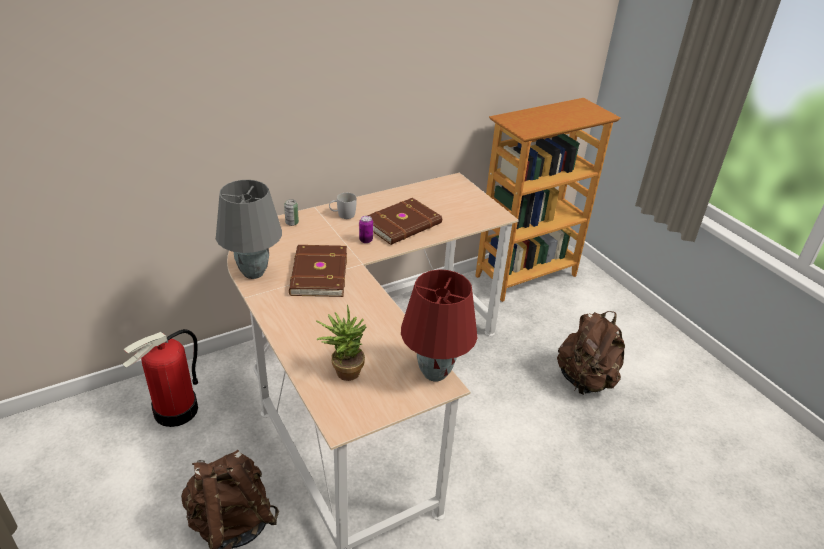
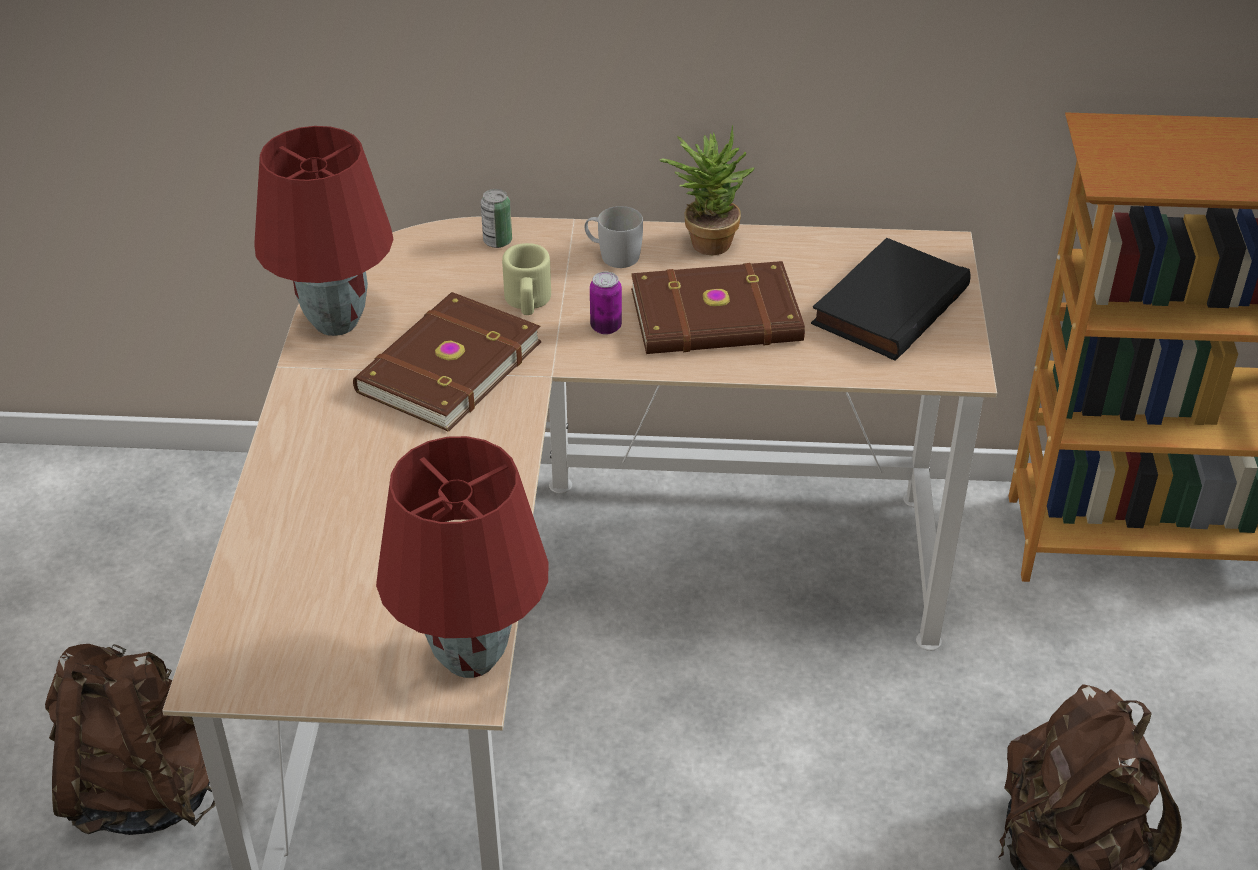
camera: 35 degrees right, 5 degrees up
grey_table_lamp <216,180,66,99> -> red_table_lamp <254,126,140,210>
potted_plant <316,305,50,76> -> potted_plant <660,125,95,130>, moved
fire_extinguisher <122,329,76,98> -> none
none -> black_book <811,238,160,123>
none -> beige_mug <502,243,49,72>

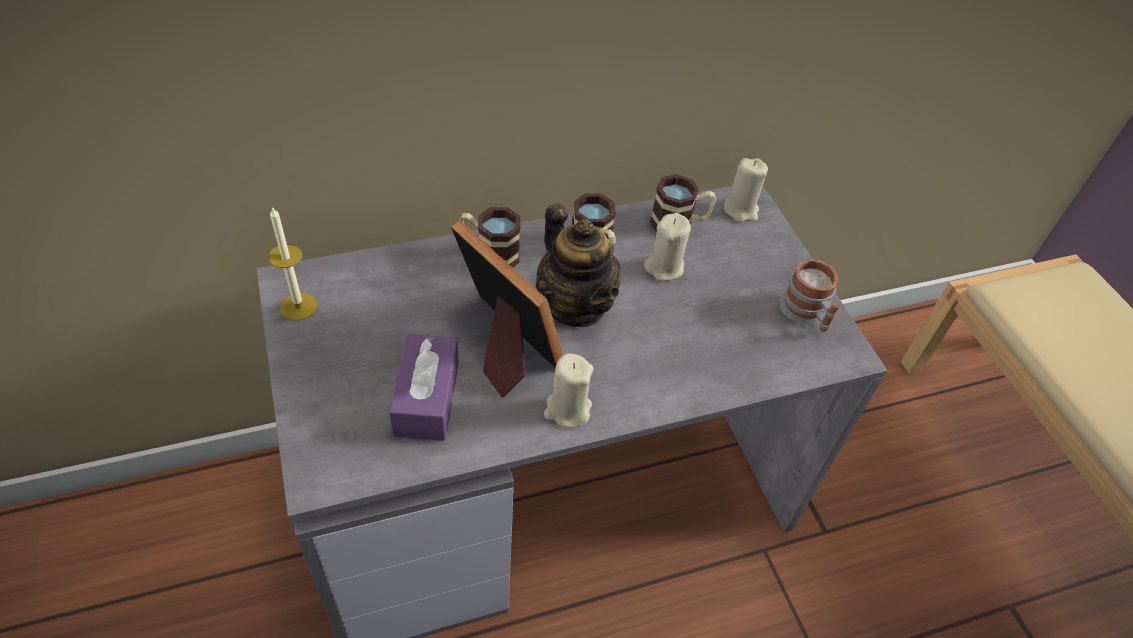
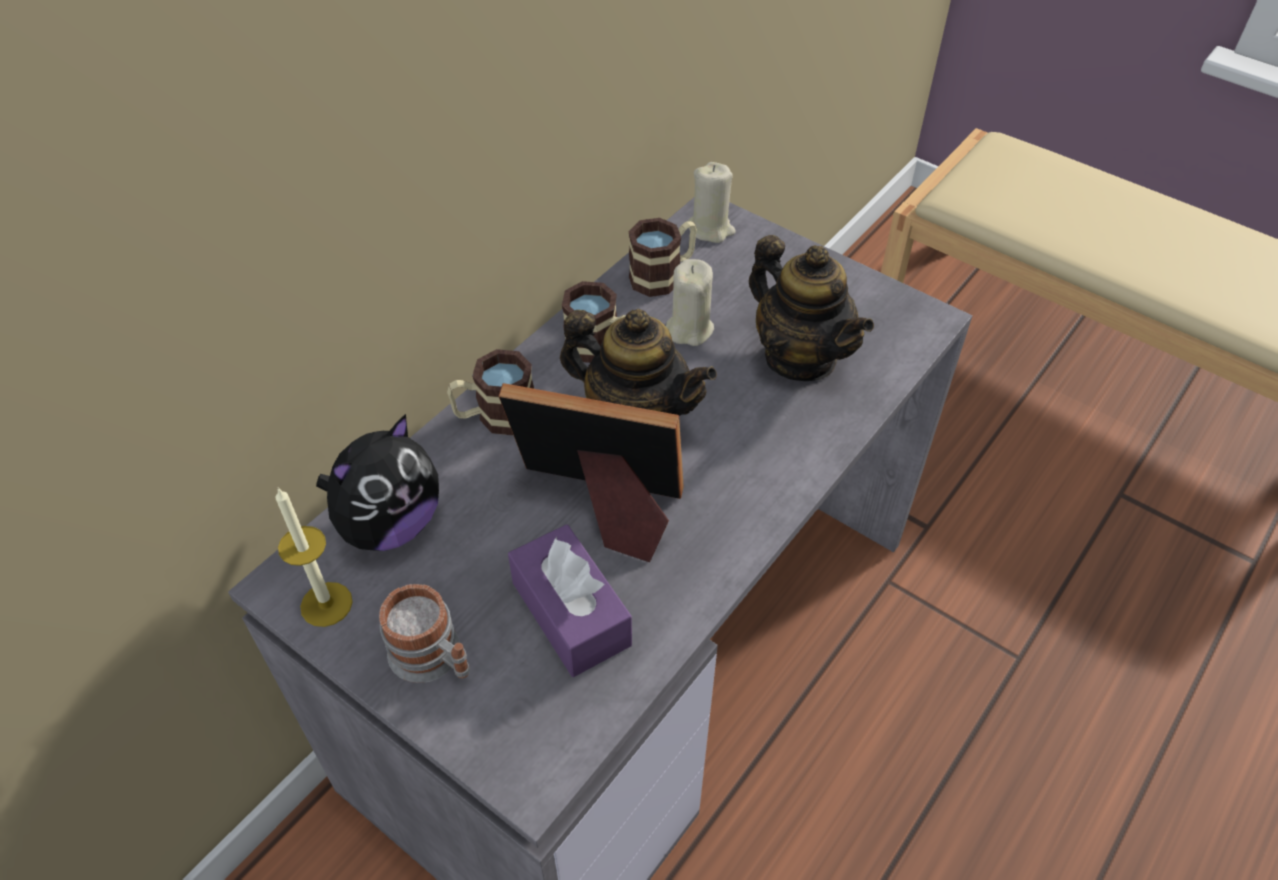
camera: 30 degrees left, 0 degrees up
mug <780,259,60,73> -> mug <379,584,91,99>, moved
beige_candle <544,353,50,75> -> none
none -> teapot <749,235,125,146>
none -> plush_toy <316,414,123,137>

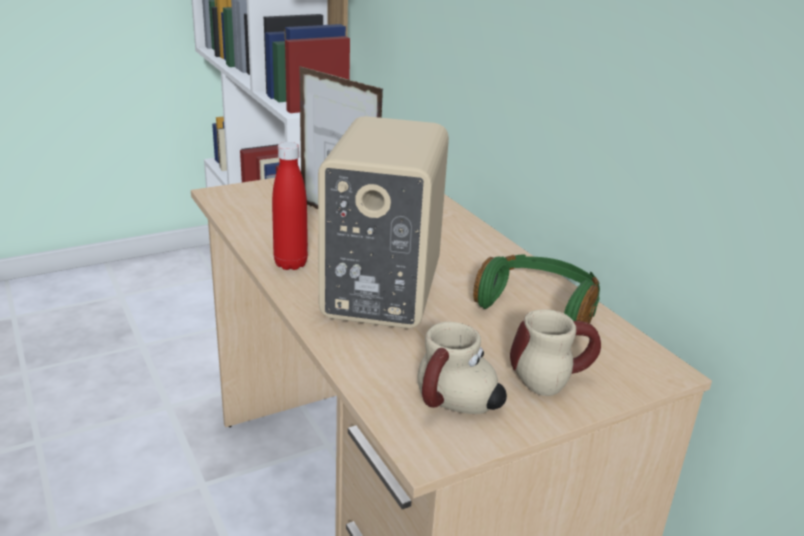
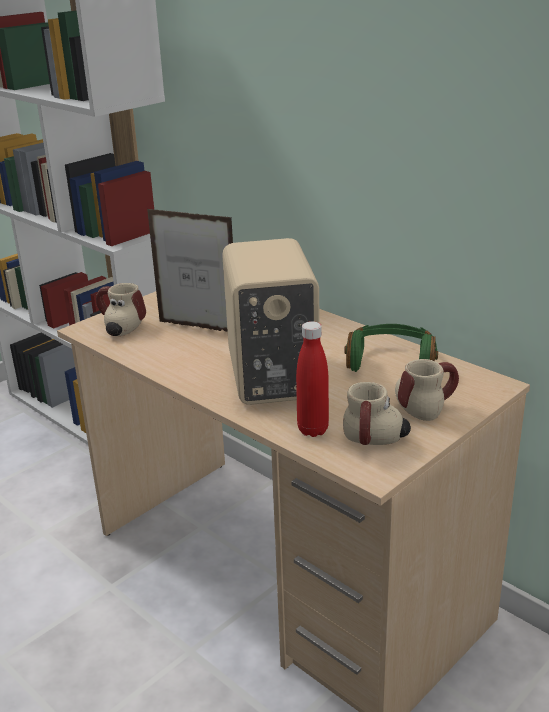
camera: 15 degrees left, 0 degrees up
red_bottle <272,142,36,128> -> red_bottle <296,321,33,116>, moved
none -> mug <96,283,50,53>

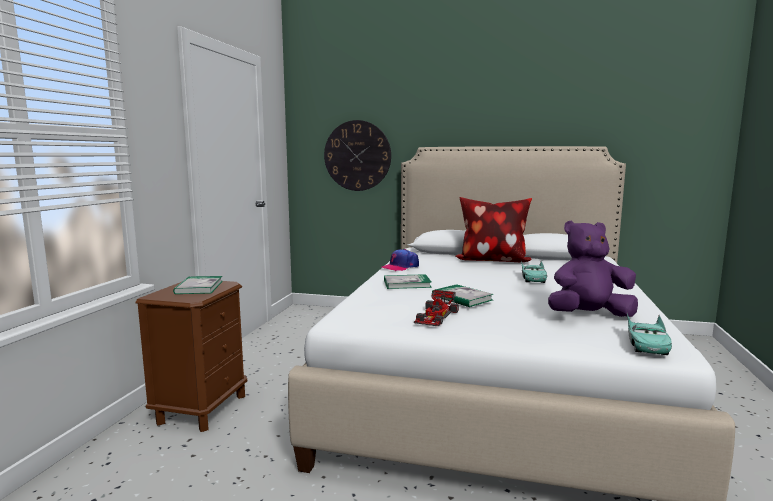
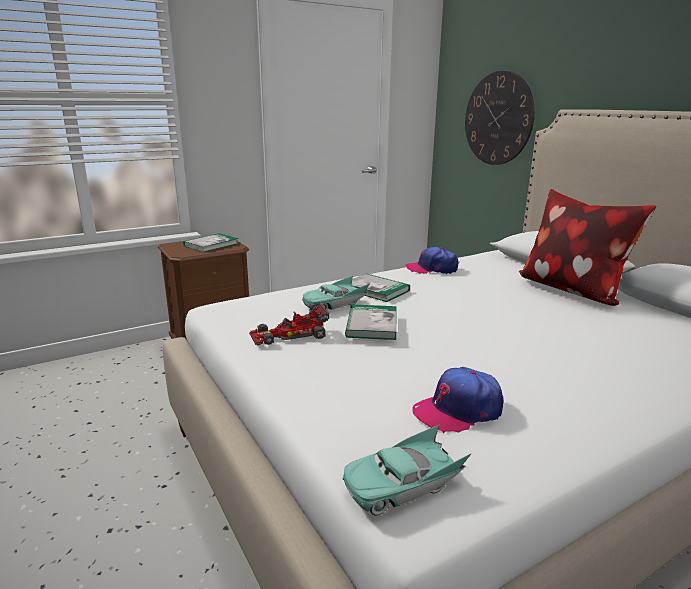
camera: 45 degrees right, 10 degrees up
purple_plush_toy <548,221,90,96> -> cap <413,367,91,66>
turquoise_toy_car <521,261,26,22> -> turquoise_toy_car <302,276,68,35>, moved

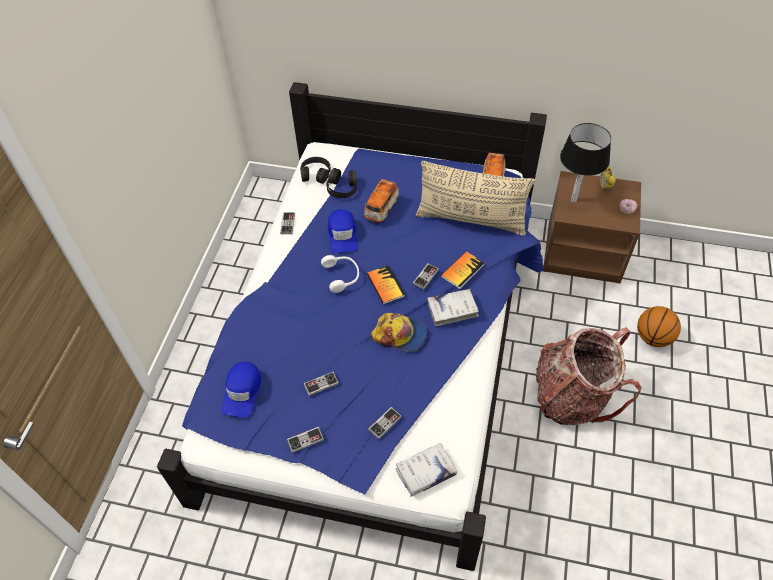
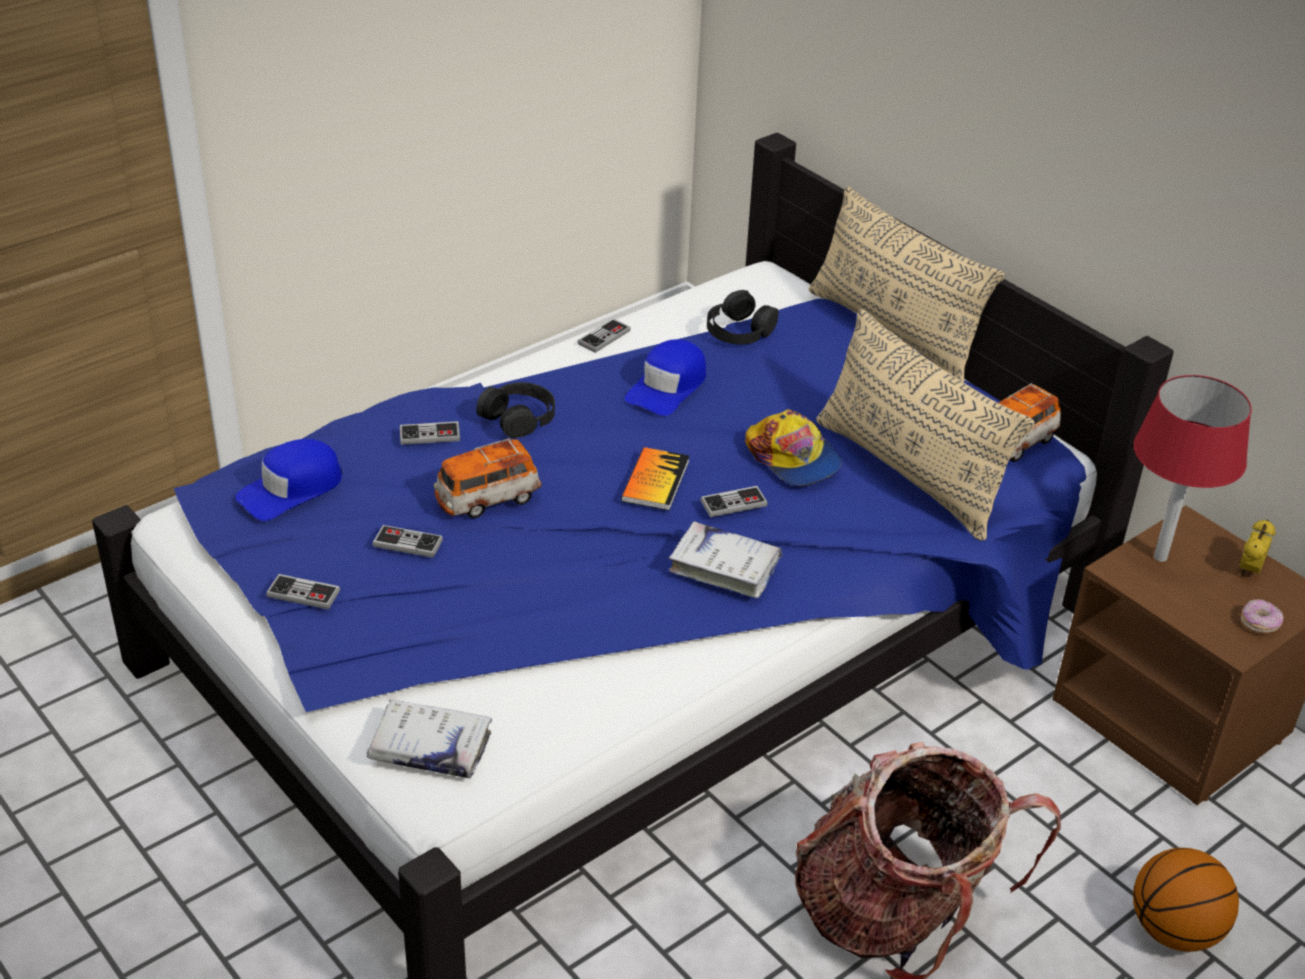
camera: 35 degrees right, 15 degrees down
black_table_lamp <560,123,51,79> -> red_table_lamp <1133,375,118,187>
black_headphones <300,157,31,27> -> black_headphones <476,382,79,56>, moved
toy_car <364,179,35,43> -> toy_car <434,438,107,80>, moved
book <441,251,43,38> -> none
white_headphones <321,255,38,38> -> none
cap <371,313,56,39> -> cap <745,409,96,77>, moved
game_controller <368,407,34,32> -> game_controller <400,421,60,24>, moved
none -> beige_pillow <809,186,196,196>

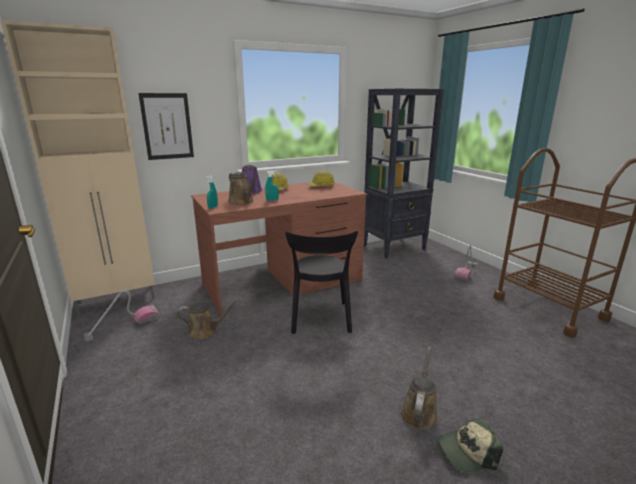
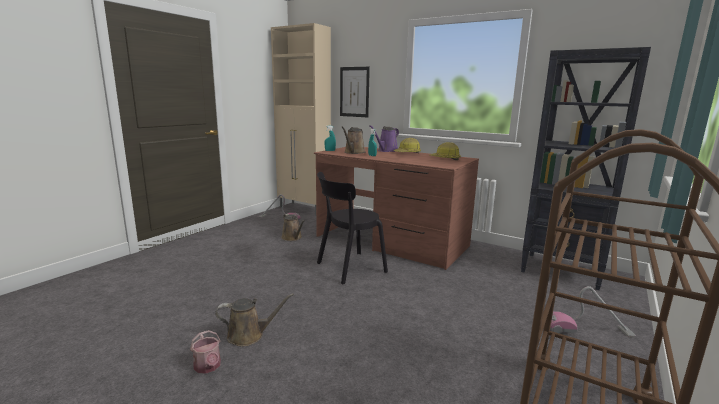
camera: 60 degrees right, 5 degrees down
cap <438,418,65,54> -> watering_can <190,330,31,44>

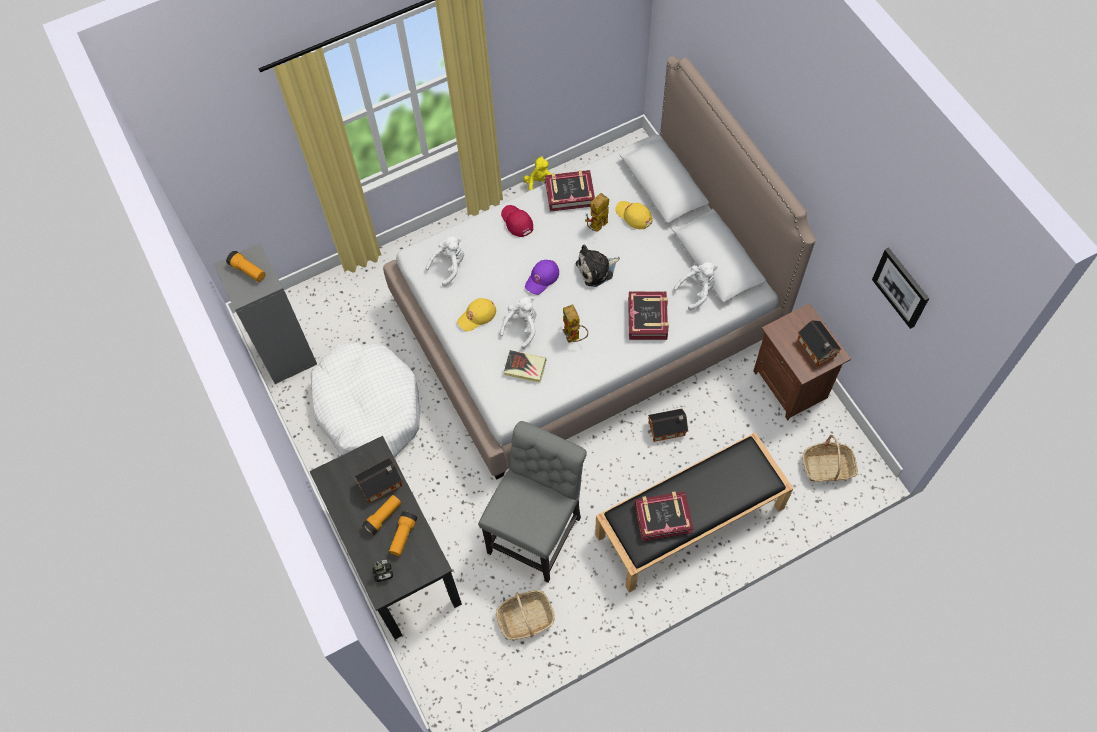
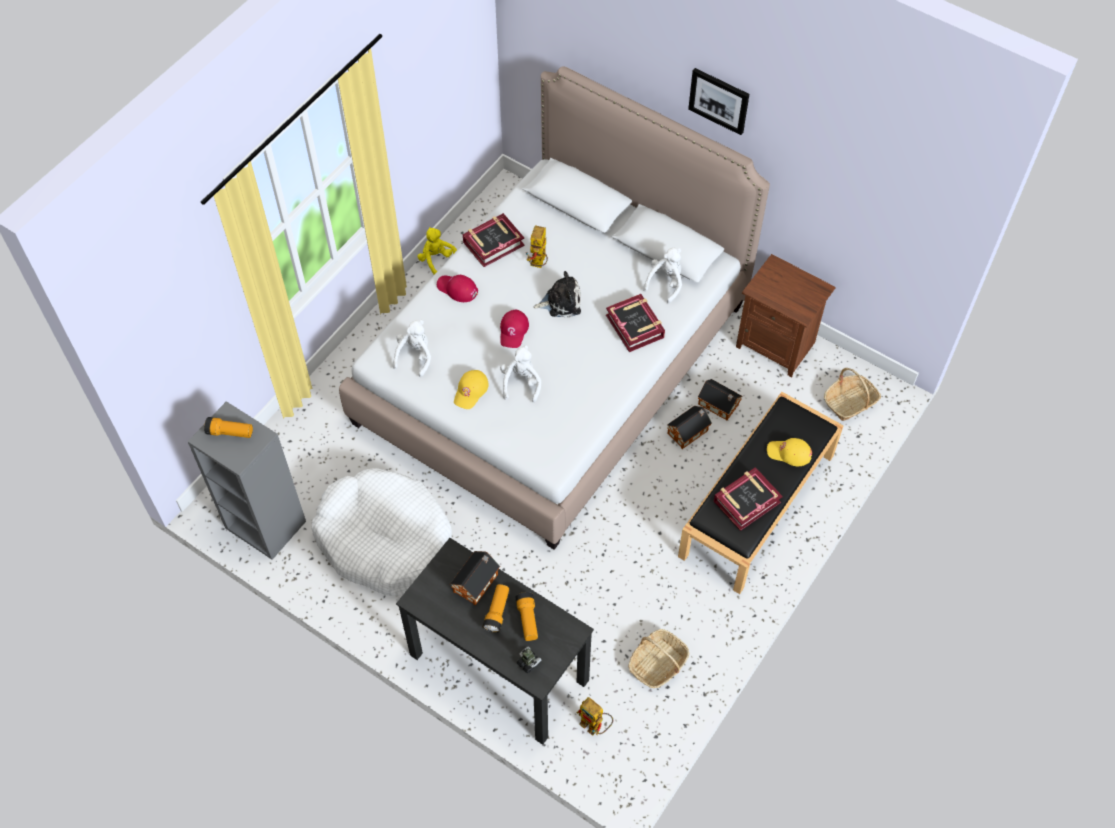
camera: 30 degrees left, 5 degrees down
yellow_cap <615,201,38,28> -> yellow_cap <767,438,45,28>, moved
plush_toy <576,245,44,42> -> plush_toy <533,271,48,47>, 135 degrees counterclockwise
picture <872,248,57,81> -> picture <688,68,61,67>, moved
purple_cap <525,260,34,35> -> red_cap <500,310,29,38>
toy_robot <563,304,25,39> -> toy_robot <576,697,37,39>, moved
toy_house <797,320,45,46> -> toy_house <698,379,45,41>, moved
book <504,350,42,33> -> none
grey_chair <478,421,109,162> -> none

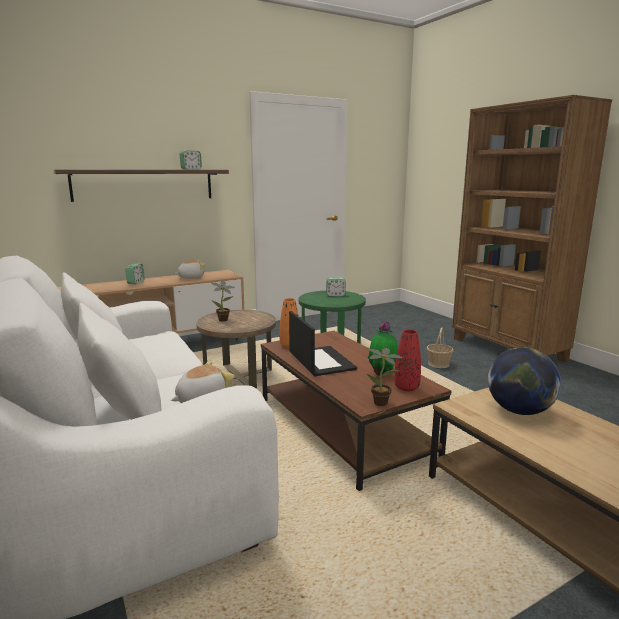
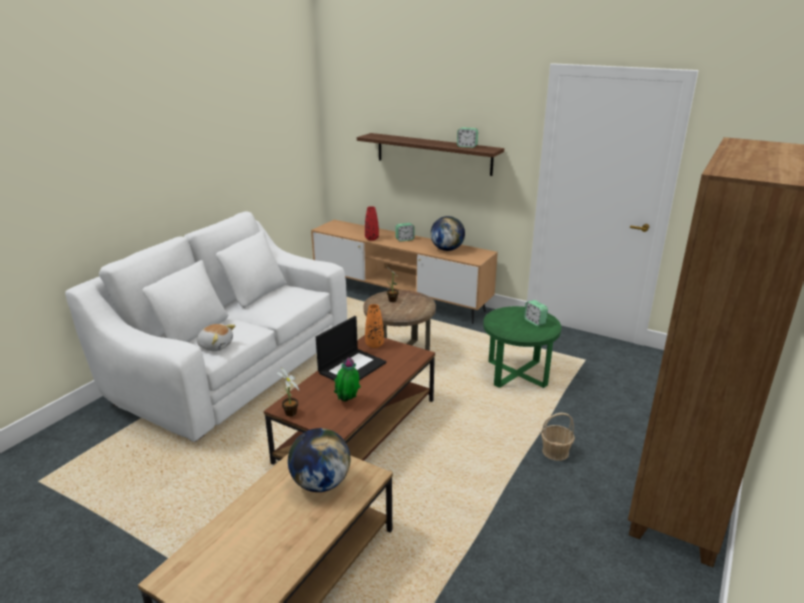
camera: 60 degrees right, 10 degrees up
plush_toy <174,260,31,19> -> globe <430,216,35,35>
red_vase <394,330,27,61> -> red_vase <365,206,14,35>, moved

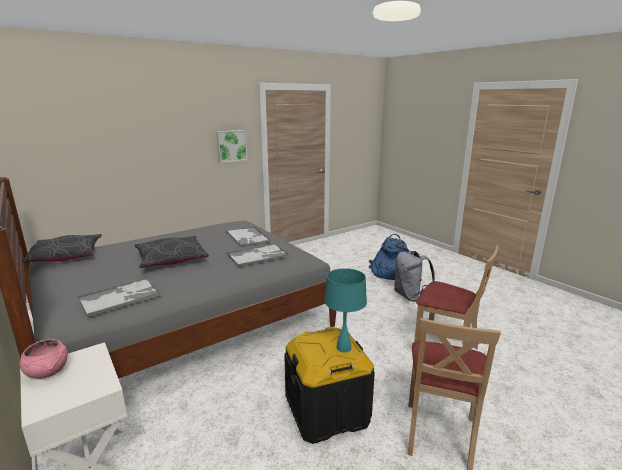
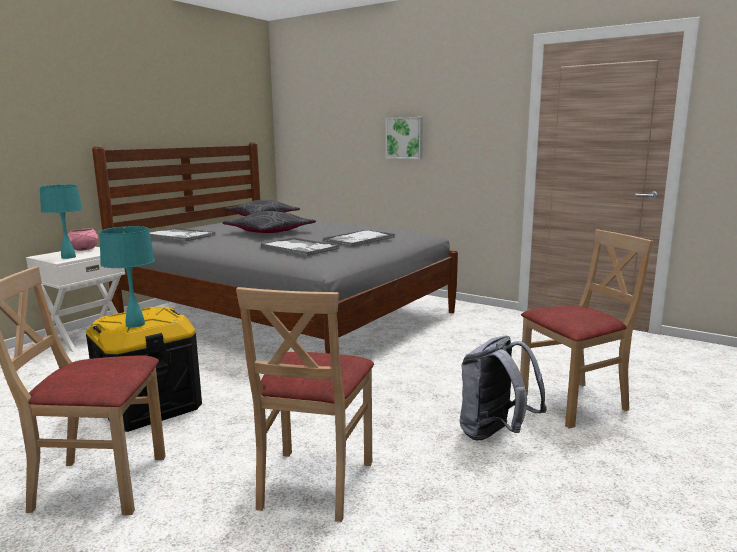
camera: 70 degrees right, 5 degrees down
picture <216,130,32,33> -> picture <386,117,37,42>, moved
blue_backpack <369,234,40,46> -> beige_chair <520,229,133,199>
none -> turquoise_table_lamp <39,184,44,75>

